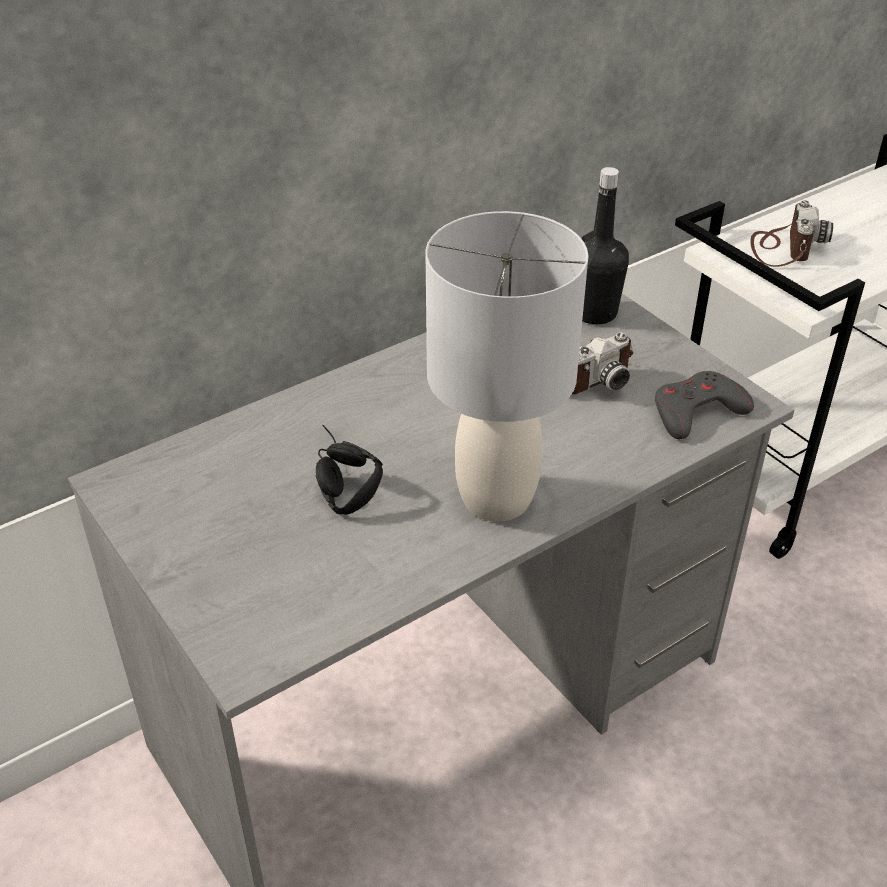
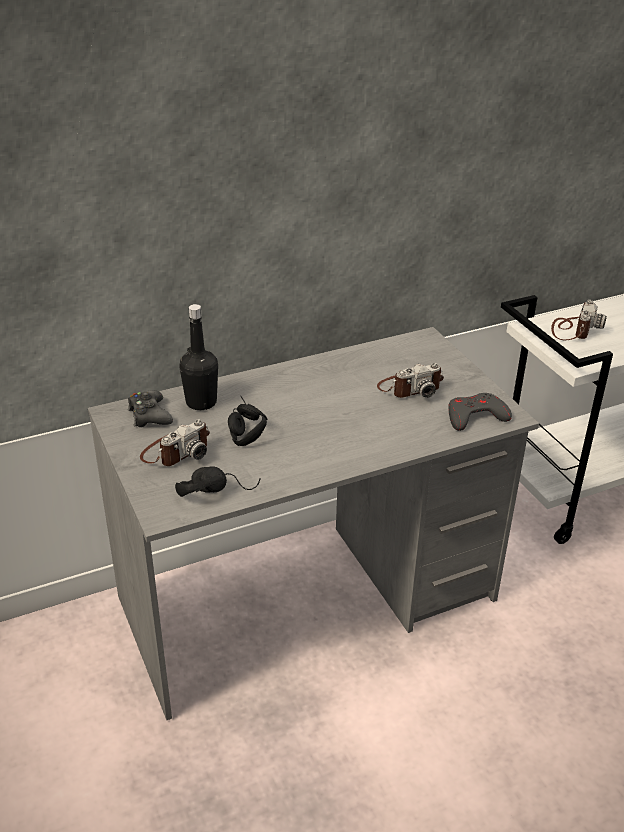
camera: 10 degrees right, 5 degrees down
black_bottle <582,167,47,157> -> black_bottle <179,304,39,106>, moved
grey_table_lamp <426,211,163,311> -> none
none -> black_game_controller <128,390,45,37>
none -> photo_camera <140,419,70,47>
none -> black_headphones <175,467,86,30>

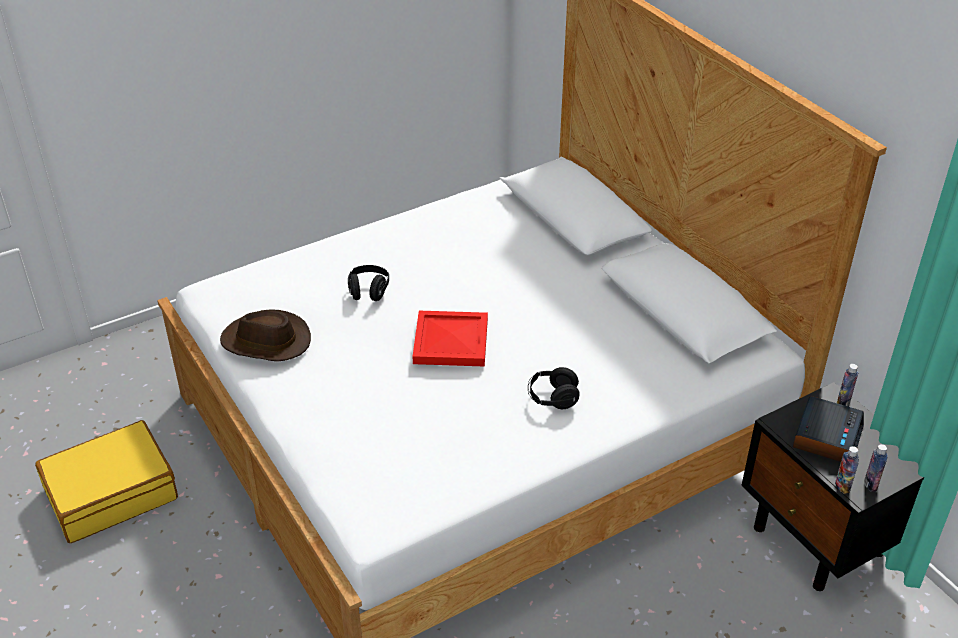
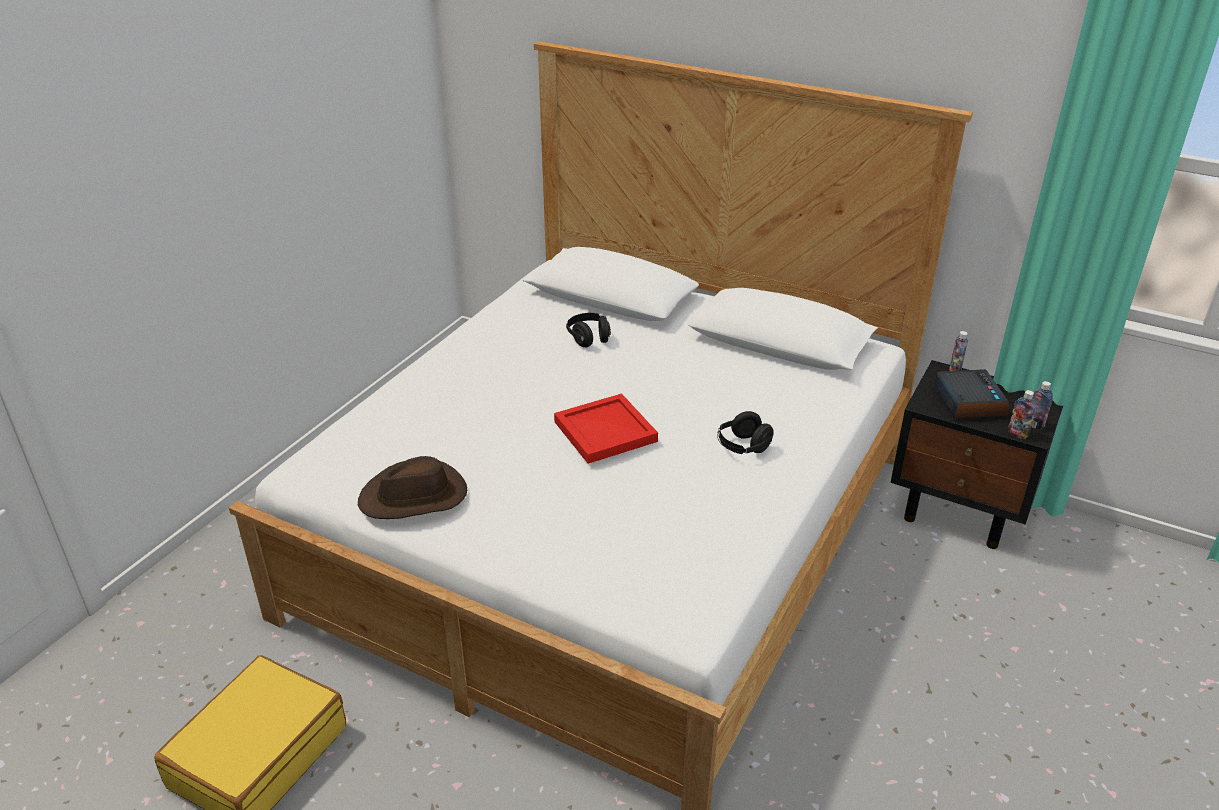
camera: 30 degrees left, 5 degrees down
black_headphones <348,265,41,36> -> black_headphones <566,313,45,34>, moved

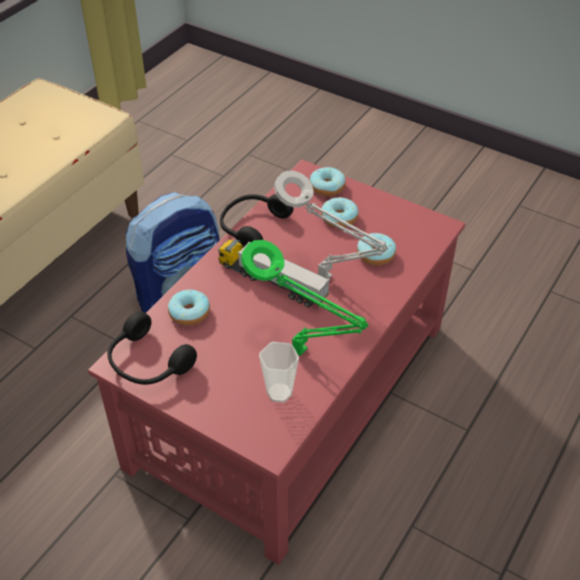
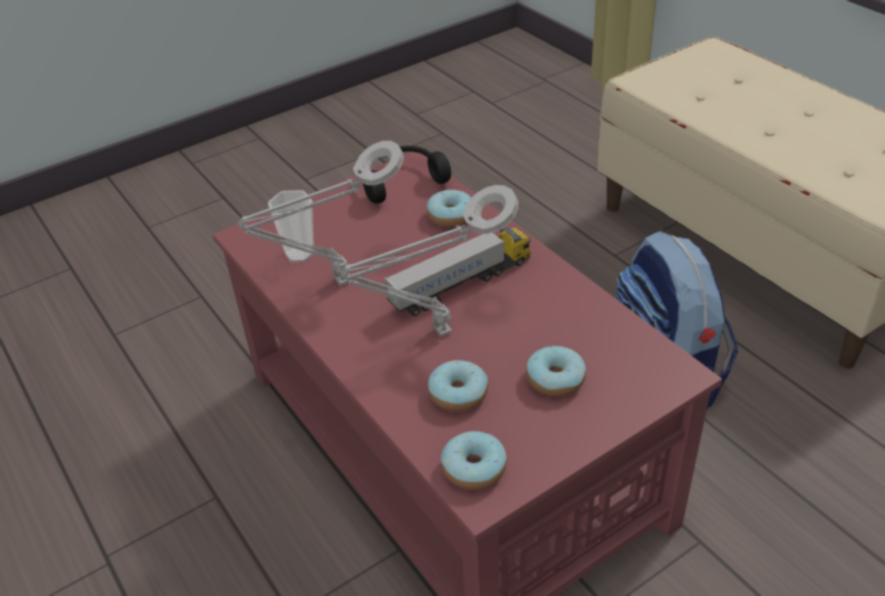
camera: 115 degrees right, 5 degrees down
donut <310,167,36,29> -> donut <441,431,66,59>, moved
black_headphones <220,194,73,53> -> none
green_table_lamp <241,240,127,116> -> grey_table_lamp <238,141,166,145>

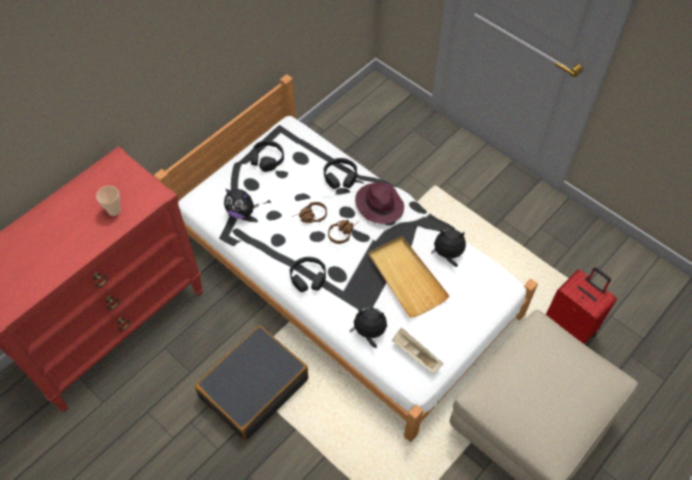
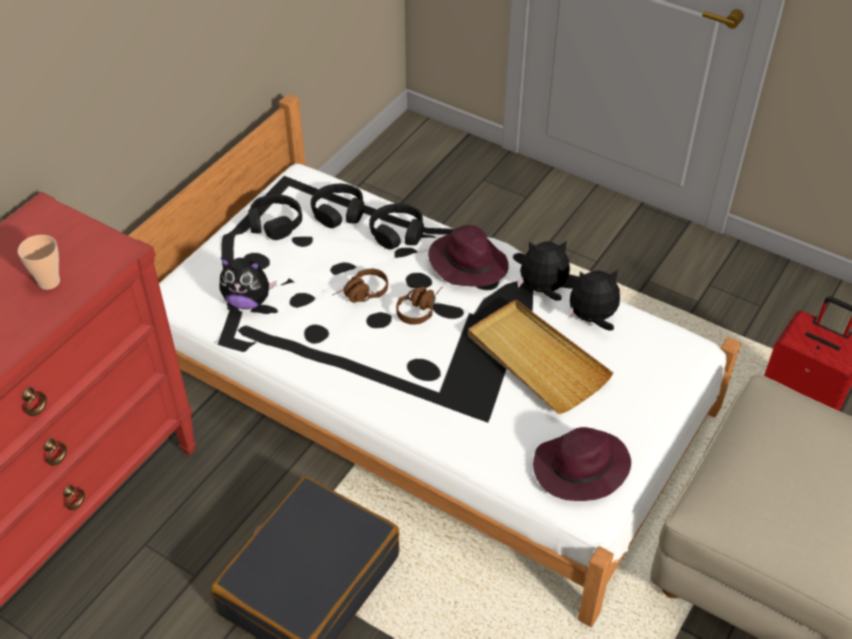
camera: 10 degrees left, 10 degrees down
black_headphones <290,257,36,35> -> black_headphones <311,184,53,44>, moved
plush_toy <350,307,37,41> -> plush_toy <517,241,53,60>, moved
beige_tray <392,328,51,45> -> purple_hat <533,427,98,74>

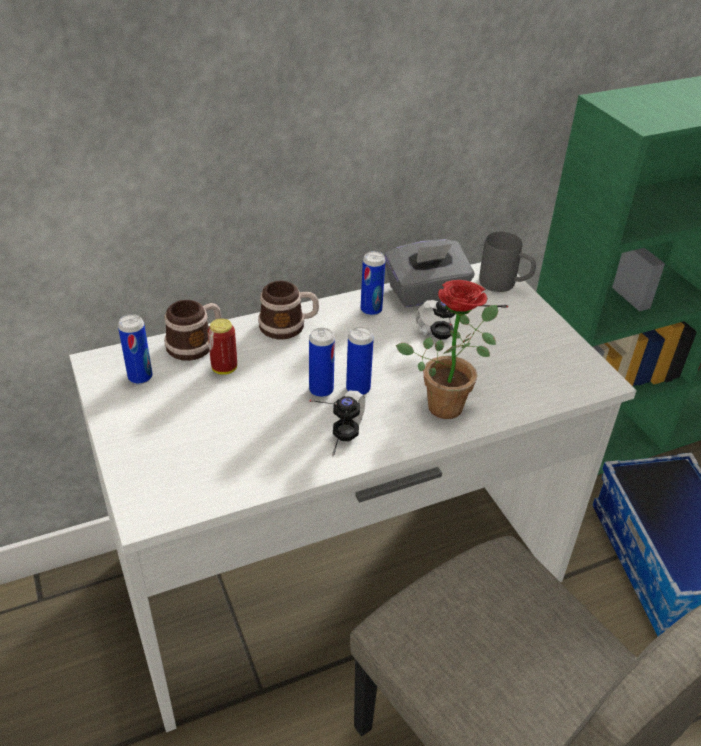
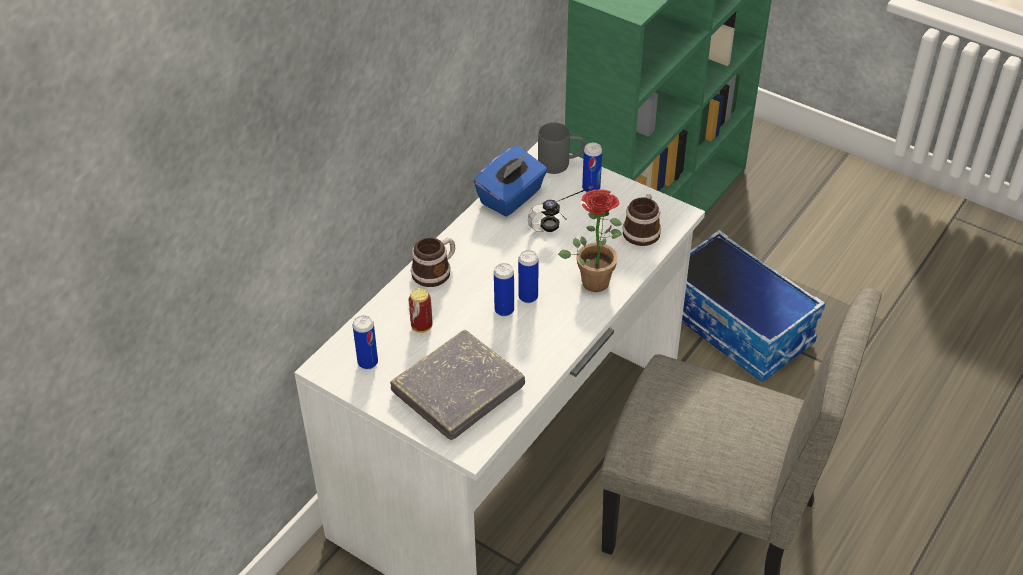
camera: 30 degrees left, 5 degrees up
grey_tissue_box <384,239,90,68> -> blue_tissue_box <474,146,73,71>
can <361,251,25,65> -> can <582,143,20,49>, moved
mug <164,300,57,61> -> mug <623,194,38,52>, moved
headphones <309,391,56,66> -> none
none -> grey_book <390,330,135,110>

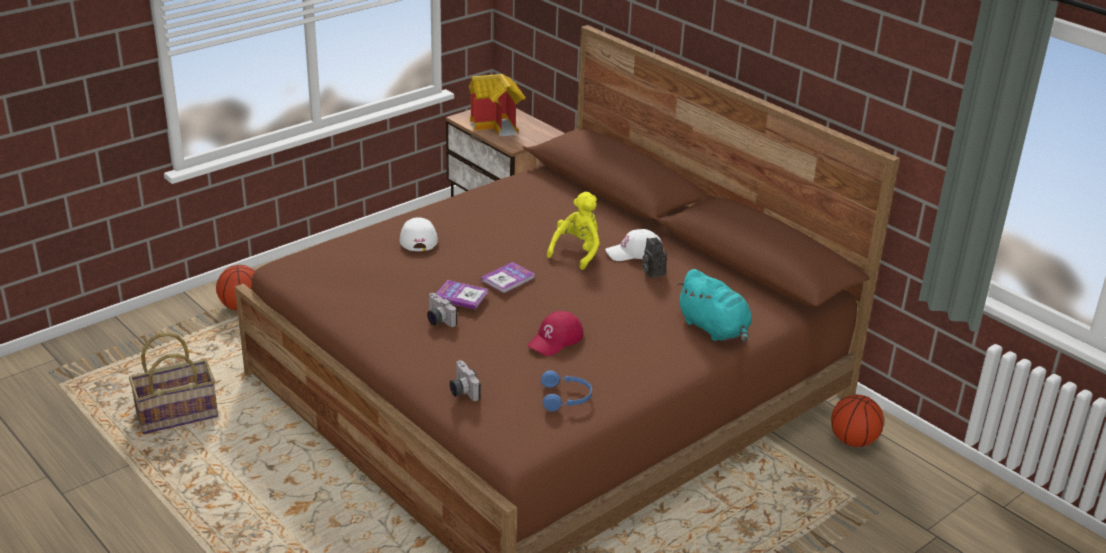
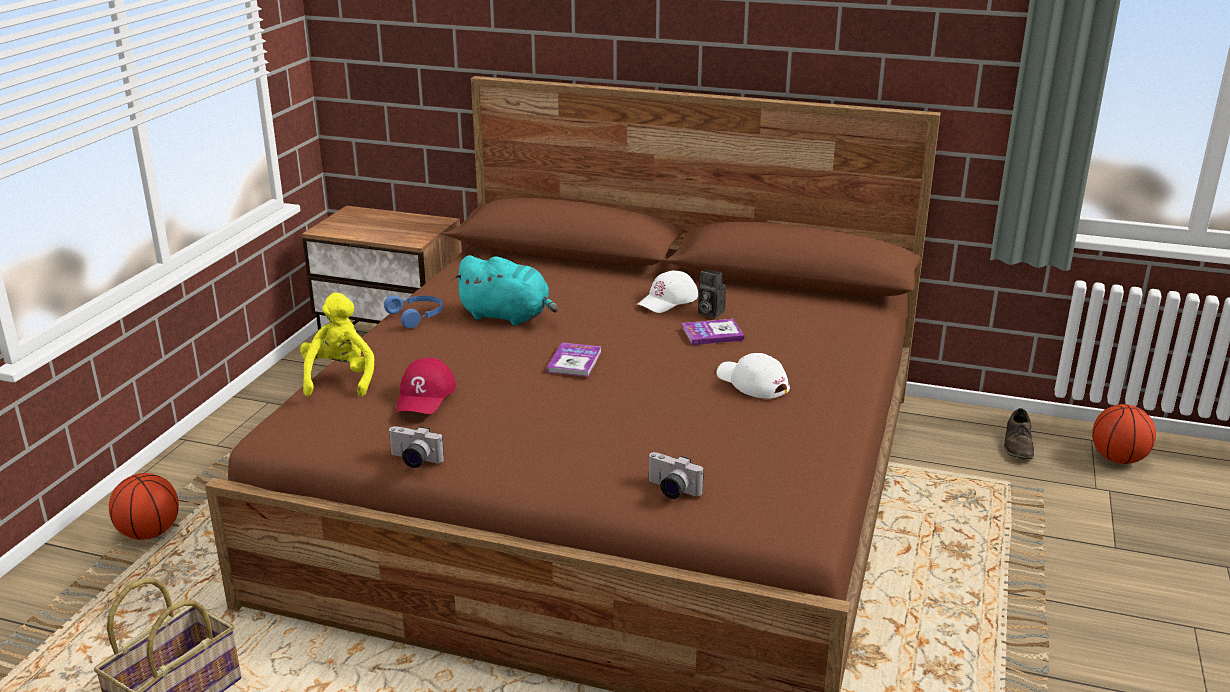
camera: 30 degrees left, 5 degrees down
toy_house <469,74,56,63> -> none
yellow_plush_toy <547,192,53,78> -> yellow_plush_toy <300,293,74,103>, moved
white_cap <400,217,38,34> -> white_cap <717,353,73,46>, moved
turquoise_plush_toy <676,269,76,74> -> turquoise_plush_toy <453,255,105,71>, moved
book <436,280,52,30> -> book <682,319,62,26>, moved
photo_camera <427,293,30,34> -> photo_camera <389,426,55,42>, moved
red_cap <527,311,57,45> -> red_cap <396,358,60,56>, moved
blue_headphones <541,370,51,42> -> blue_headphones <384,295,59,33>, moved
basketball <831,395,53,52> -> basketball <1092,404,64,60>, moved
none -> brown_shoe <1004,408,30,51>

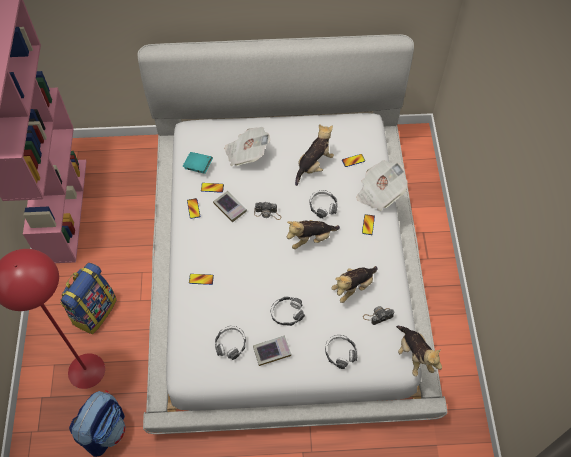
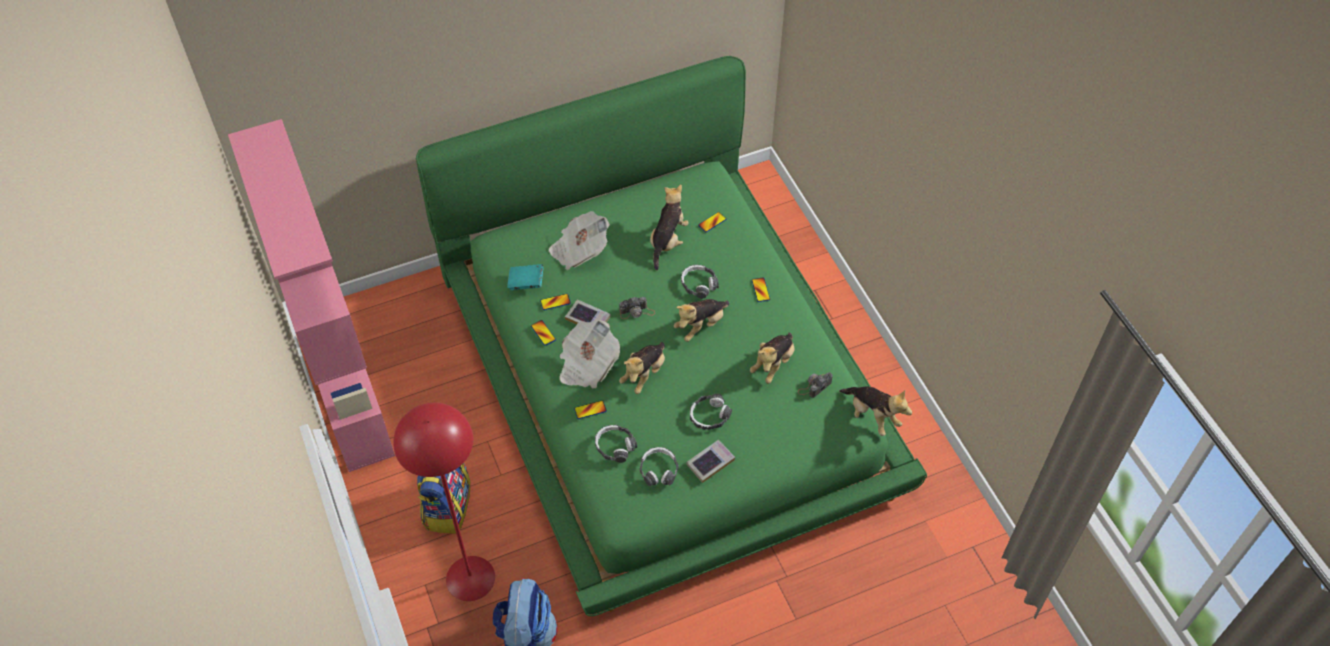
camera: 20 degrees left, 5 degrees down
white_bed <138,34,309,400> -> green_bed <416,56,511,560>
newspaper <356,160,52,51> -> newspaper <559,320,61,68>, moved
headphones <325,335,32,34> -> headphones <595,425,42,38>, moved
none -> plush_toy <619,342,46,52>

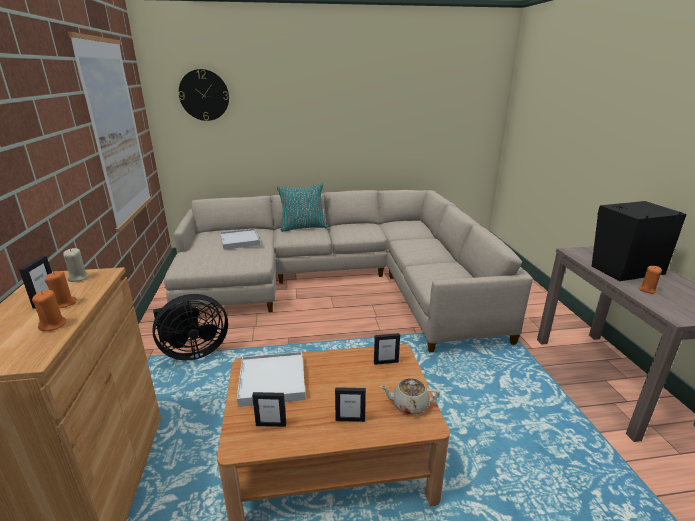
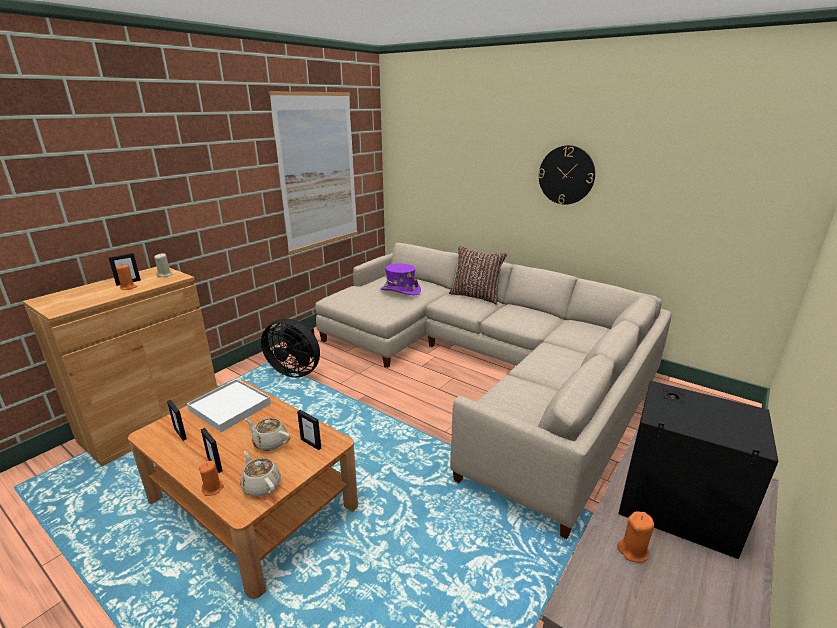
camera: 45 degrees right, 0 degrees up
wall_clock <179,69,50,52> -> wall_clock <538,145,57,60>, moved
turquoise_pillow <277,184,51,48> -> brown_pillow <449,246,58,59>
white_tray <220,228,40,22> -> purple_hat <380,264,41,31>
orange_candle <32,290,34,41> -> orange_candle <199,461,25,35>, moved
none -> beige_teapot <245,418,46,33>

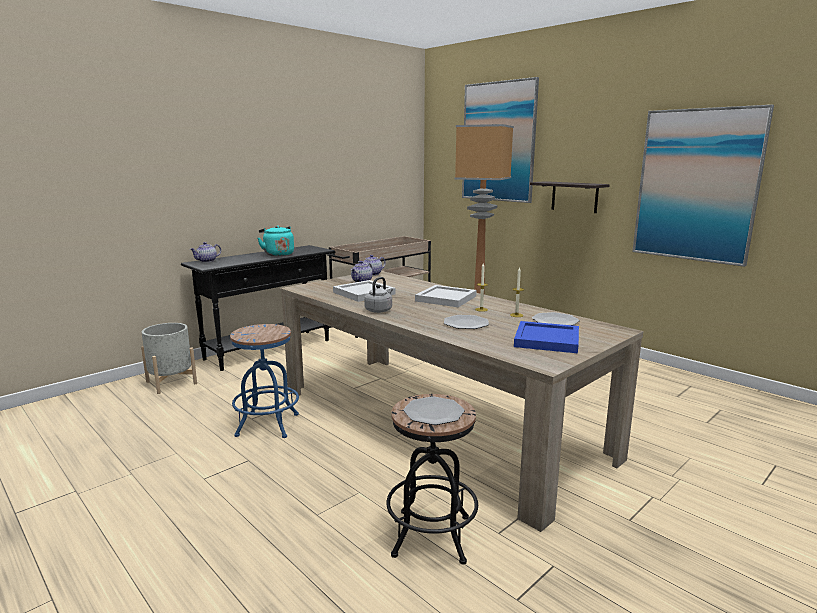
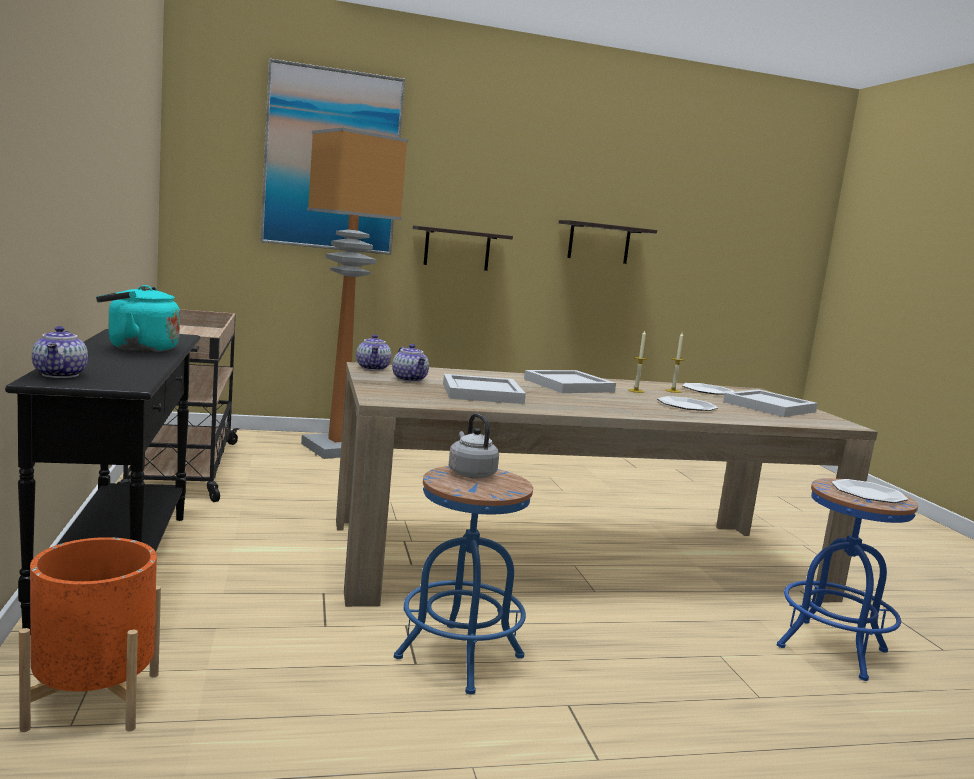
camera: 60 degrees left, 5 degrees down
picture <632,105,142,162> -> shelf <559,220,98,44>
grey_kettle <364,277,29,36> -> grey_kettle <449,413,50,65>, moved
blue_tray <514,321,65,32> -> white_tray <723,389,95,28>
grey_planter <141,323,56,71> -> orange_planter <19,537,142,195>
black_stool <386,394,92,170> -> blue_stool <777,478,141,203>

